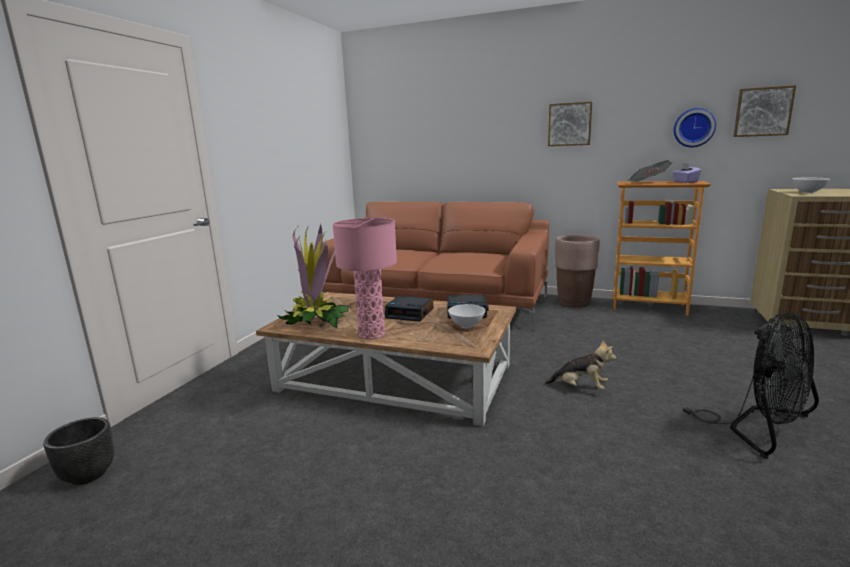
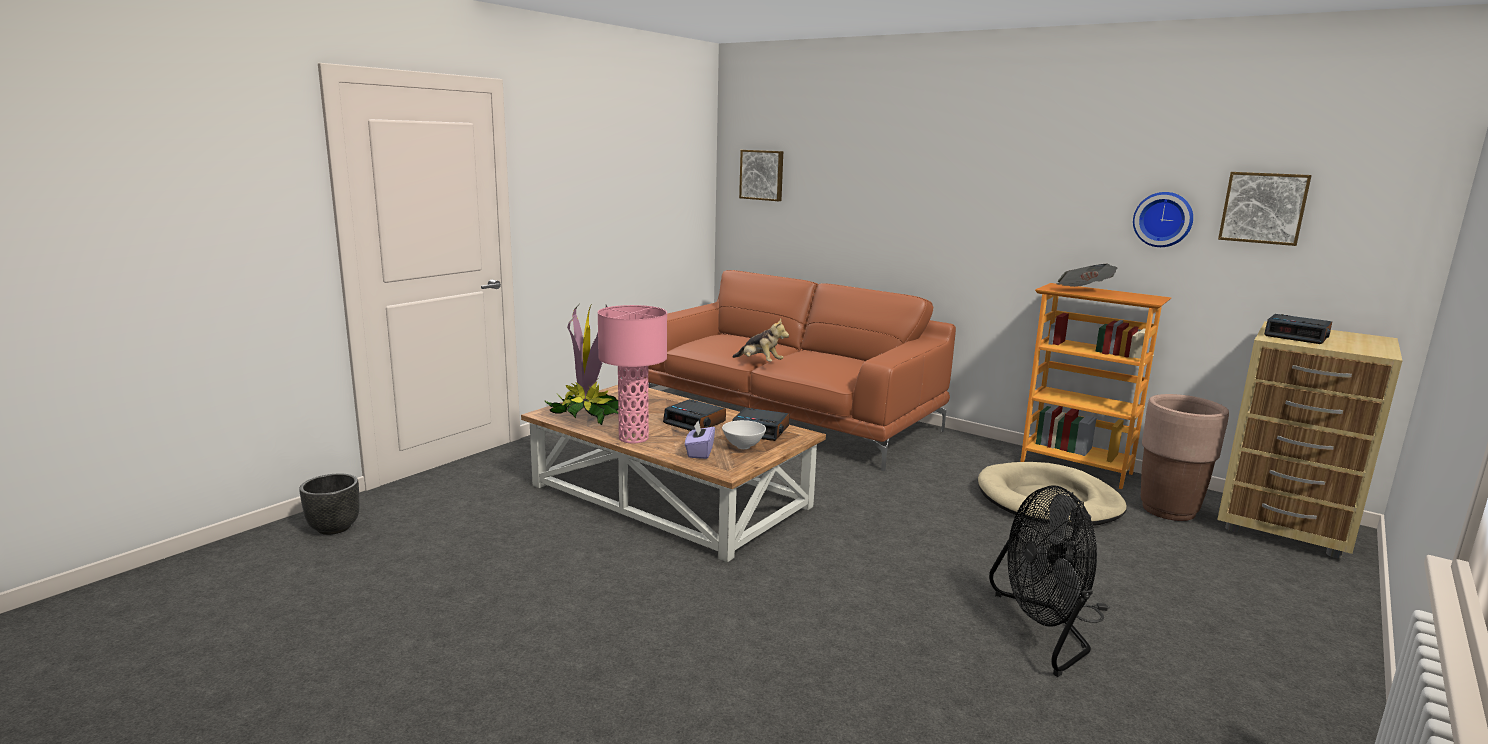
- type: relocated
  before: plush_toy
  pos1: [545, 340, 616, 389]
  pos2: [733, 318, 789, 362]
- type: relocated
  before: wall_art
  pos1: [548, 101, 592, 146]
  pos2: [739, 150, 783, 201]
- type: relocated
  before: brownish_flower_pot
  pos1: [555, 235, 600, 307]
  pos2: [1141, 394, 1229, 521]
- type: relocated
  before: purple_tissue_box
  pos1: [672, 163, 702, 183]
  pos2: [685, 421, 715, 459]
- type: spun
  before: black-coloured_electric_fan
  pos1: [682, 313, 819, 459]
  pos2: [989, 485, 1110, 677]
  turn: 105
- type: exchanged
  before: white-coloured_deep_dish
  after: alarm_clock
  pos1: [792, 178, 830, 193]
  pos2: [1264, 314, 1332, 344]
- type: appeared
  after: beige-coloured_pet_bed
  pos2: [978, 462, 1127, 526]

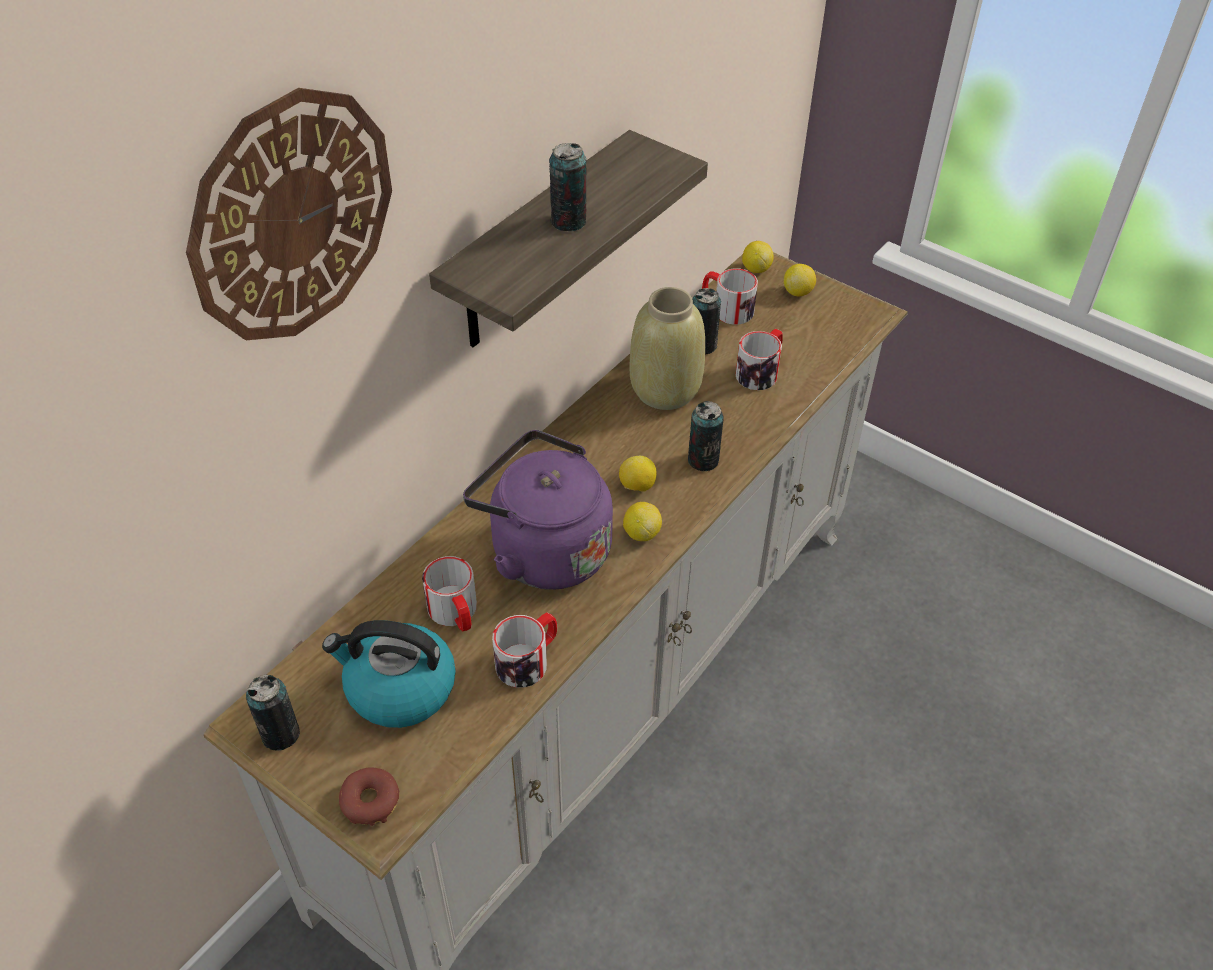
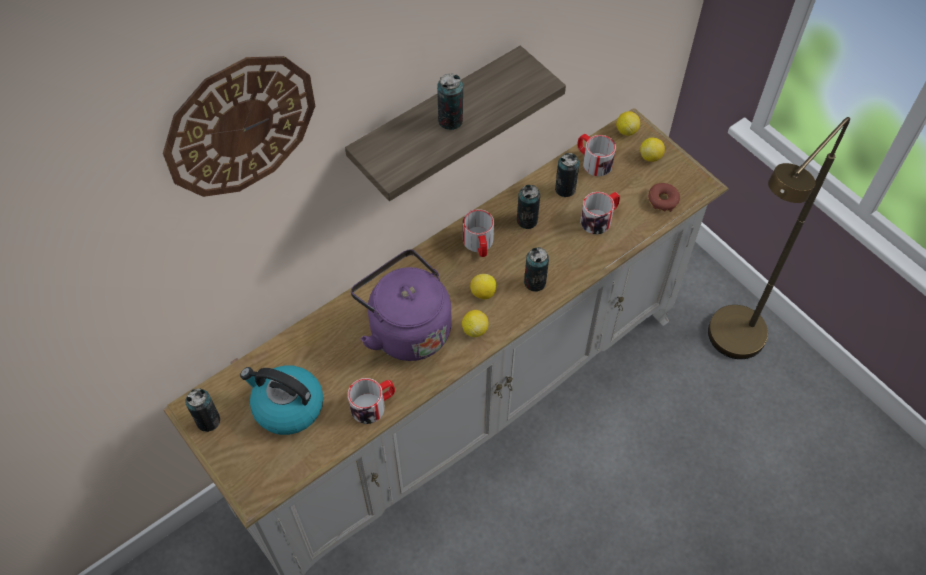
- type: relocated
  before: doughnut
  pos1: [339, 767, 399, 826]
  pos2: [648, 183, 680, 212]
- type: relocated
  before: coffee_mug
  pos1: [422, 556, 477, 631]
  pos2: [463, 209, 494, 257]
- type: exchanged
  before: beige-coloured_flower_vase
  after: sealed_can
  pos1: [630, 287, 705, 410]
  pos2: [517, 185, 540, 229]
- type: appeared
  after: brownish_standing_lamp
  pos2: [708, 117, 850, 359]

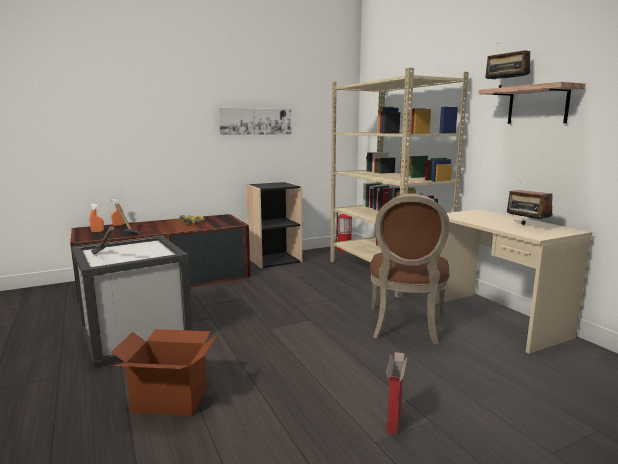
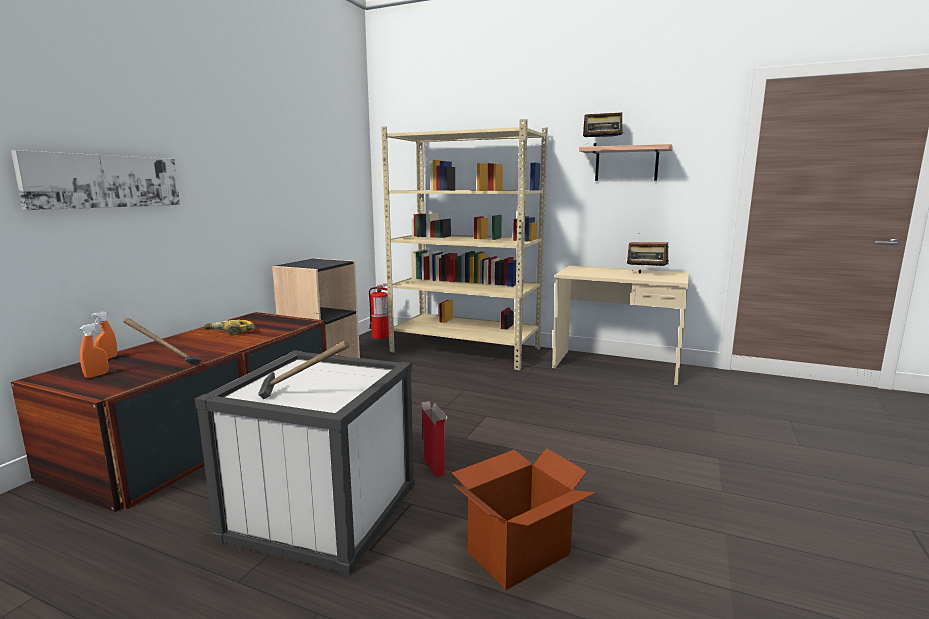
- type: relocated
  before: wall_art
  pos1: [219, 108, 292, 135]
  pos2: [11, 150, 180, 210]
- type: missing
  before: brownish_chair
  pos1: [370, 193, 450, 345]
- type: relocated
  before: cardboard_box
  pos1: [386, 352, 407, 435]
  pos2: [420, 401, 447, 477]

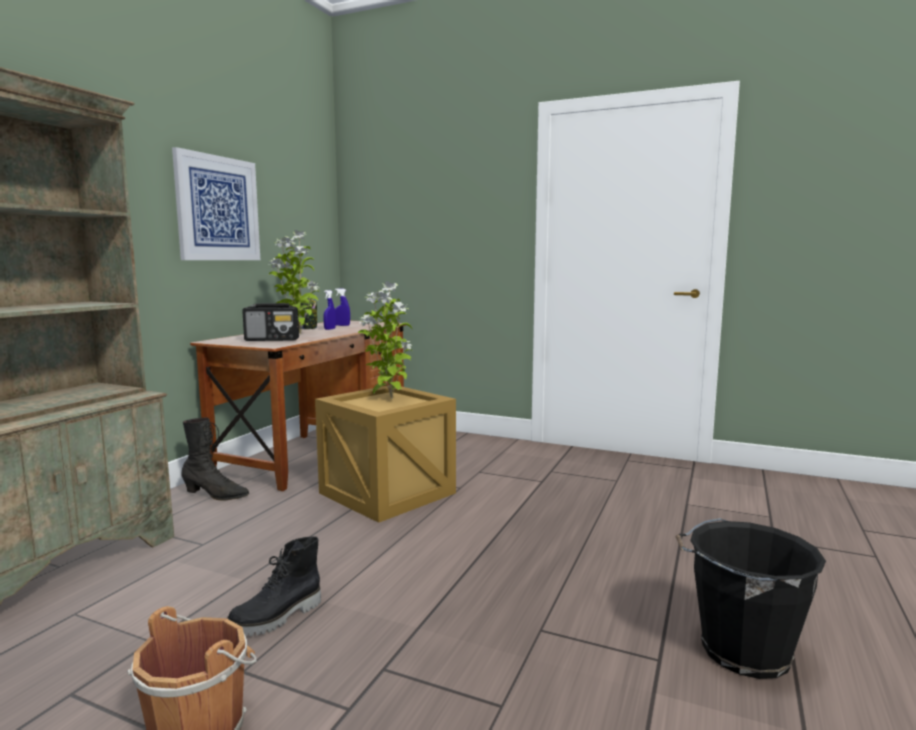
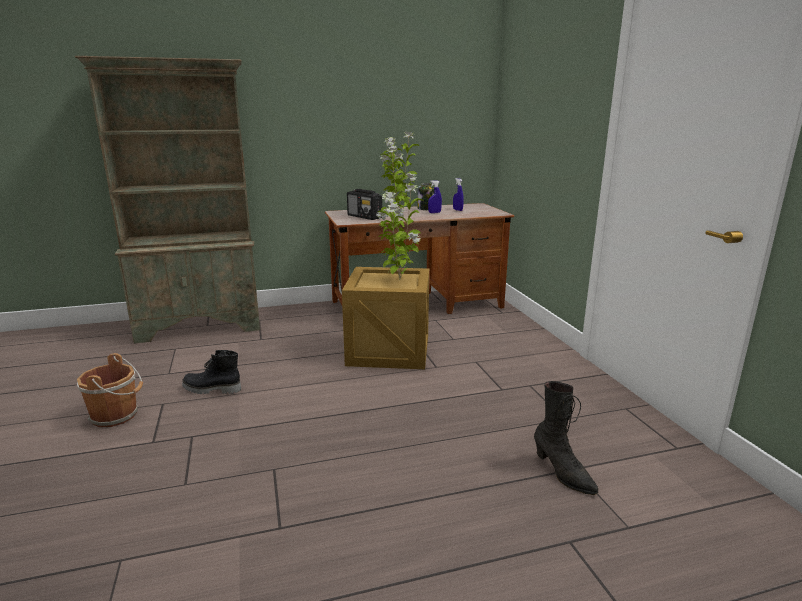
- type: missing
  before: wall_art
  pos1: [172, 147, 260, 260]
- type: relocated
  before: black-coloured_tall_boot
  pos1: [181, 417, 249, 500]
  pos2: [534, 381, 598, 495]
- type: missing
  before: black-coloured_water_bucket
  pos1: [676, 518, 826, 679]

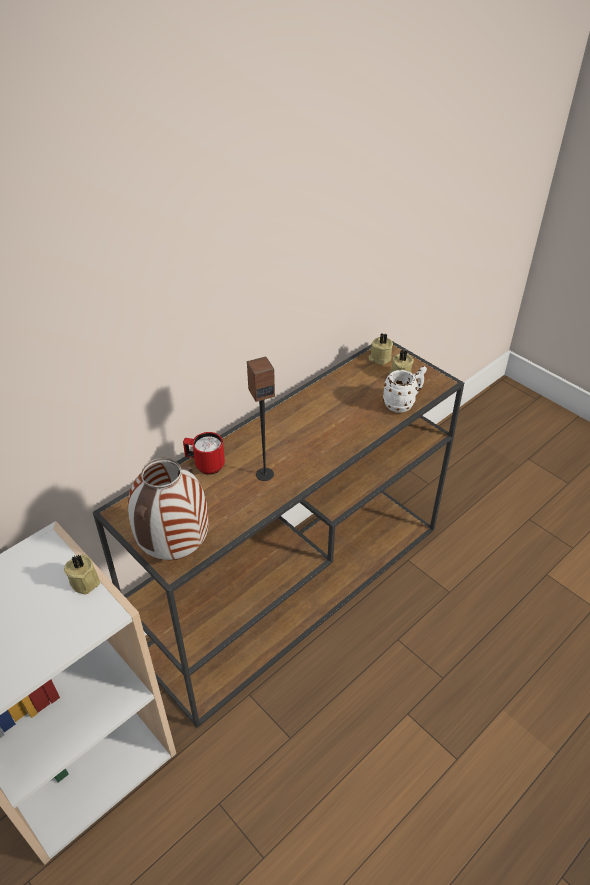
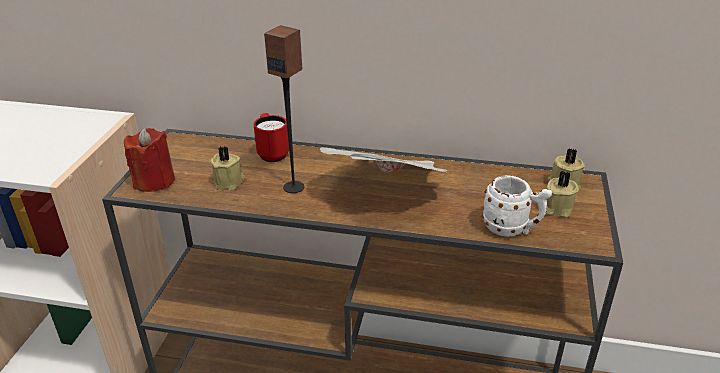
- type: relocated
  before: beige-coloured_wax_candle
  pos1: [64, 554, 100, 595]
  pos2: [210, 146, 245, 190]
- type: exchanged
  before: flower_vase
  after: red-coloured_wax_candle
  pos1: [128, 458, 209, 560]
  pos2: [124, 128, 175, 192]
- type: appeared
  after: newspaper
  pos2: [319, 147, 448, 173]

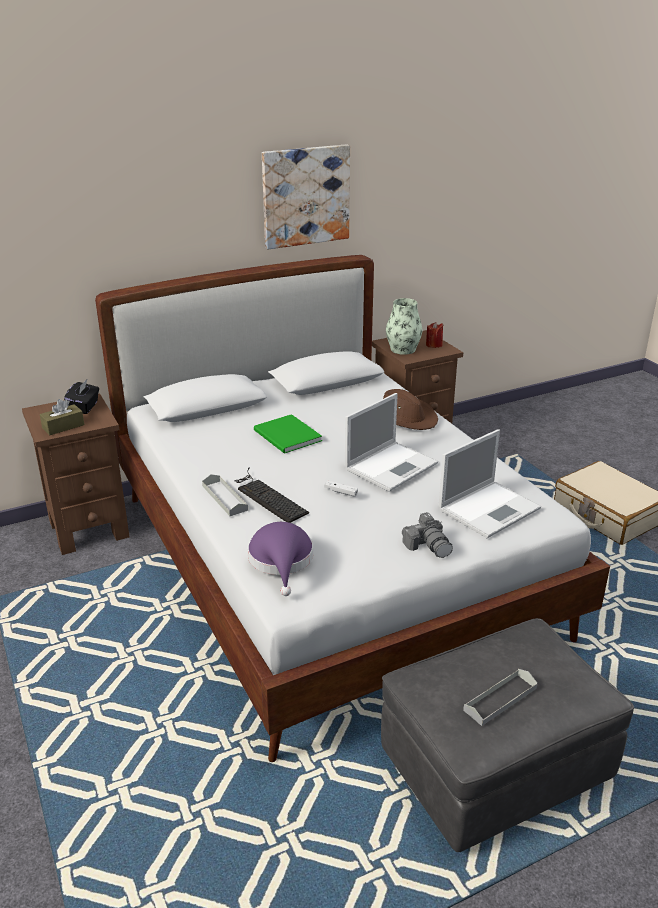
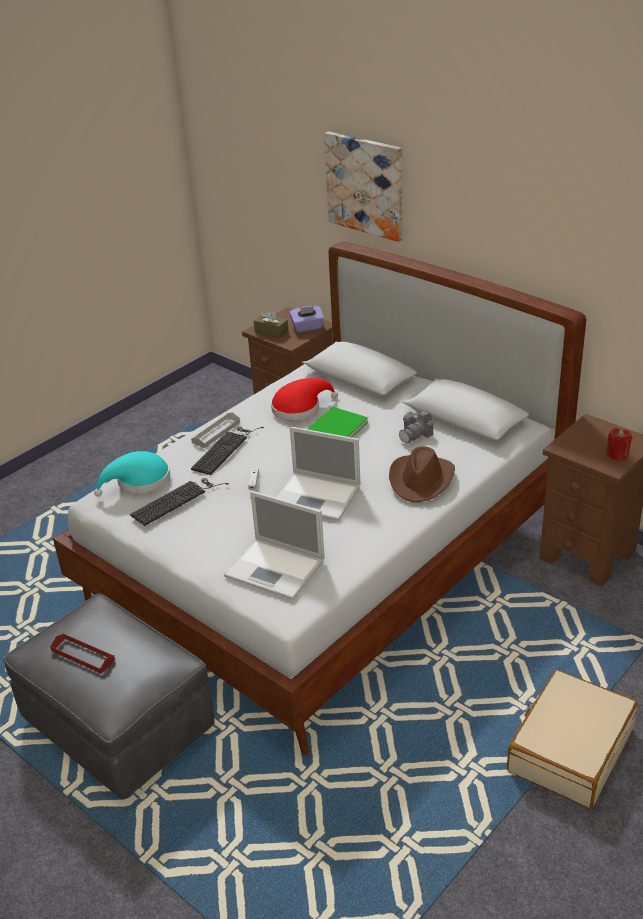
- type: colour
  before: black-coloured_tissue_box
  after: purple_tissue_box
  pos1: [64, 380, 99, 414]
  pos2: [289, 306, 324, 332]
- type: colour
  before: purple_wearable_hat
  after: turquoise-coloured_wearable_hat
  pos1: [247, 522, 313, 596]
  pos2: [94, 451, 170, 497]
- type: relocated
  before: wall_art
  pos1: [262, 144, 350, 249]
  pos2: [324, 132, 402, 242]
- type: missing
  before: flower_vase
  pos1: [386, 298, 423, 355]
- type: relocated
  before: still_camera
  pos1: [402, 512, 453, 558]
  pos2: [399, 411, 433, 443]
- type: colour
  before: gray_carrying_tray
  after: red-coloured_carrying_tray
  pos1: [463, 669, 537, 726]
  pos2: [50, 634, 115, 674]
- type: appeared
  after: keyboard
  pos2: [130, 478, 229, 526]
- type: appeared
  after: red-coloured_wearable_hat
  pos2: [271, 378, 338, 420]

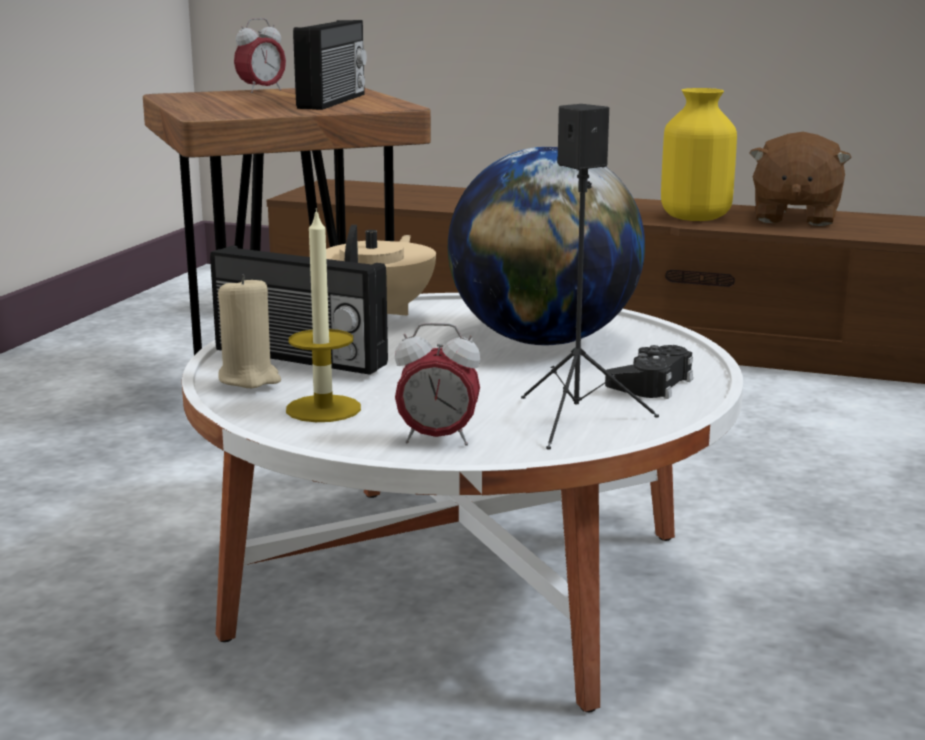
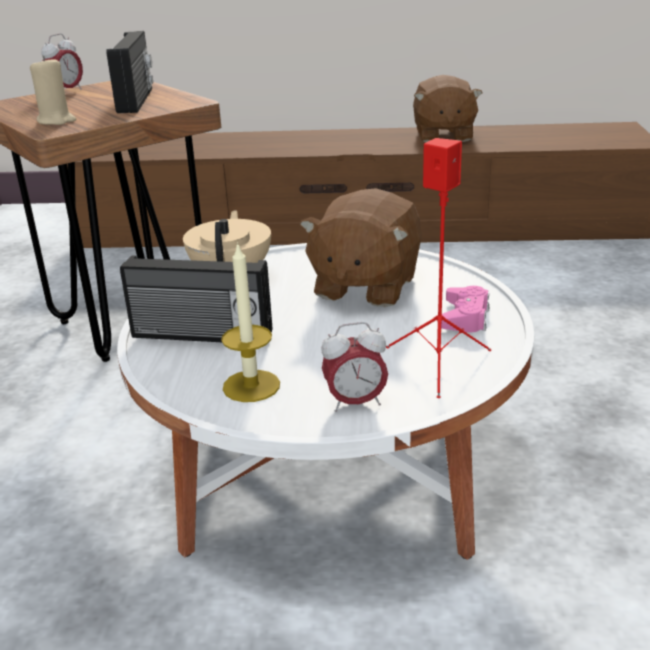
- type: relocated
  before: beige-coloured_wax_candle
  pos1: [218, 274, 281, 388]
  pos2: [30, 56, 77, 125]
- type: exchanged
  before: globe
  after: brownish_plush_toy
  pos1: [448, 147, 645, 345]
  pos2: [299, 188, 422, 307]
- type: colour
  before: black-coloured_loudspeaker
  after: red-coloured_loudspeaker
  pos1: [521, 104, 659, 449]
  pos2: [386, 138, 491, 398]
- type: colour
  before: black-coloured_joypad
  after: pinkish_joypad
  pos1: [605, 345, 693, 399]
  pos2: [441, 286, 489, 332]
- type: missing
  before: yellow_flower_vase
  pos1: [661, 88, 737, 221]

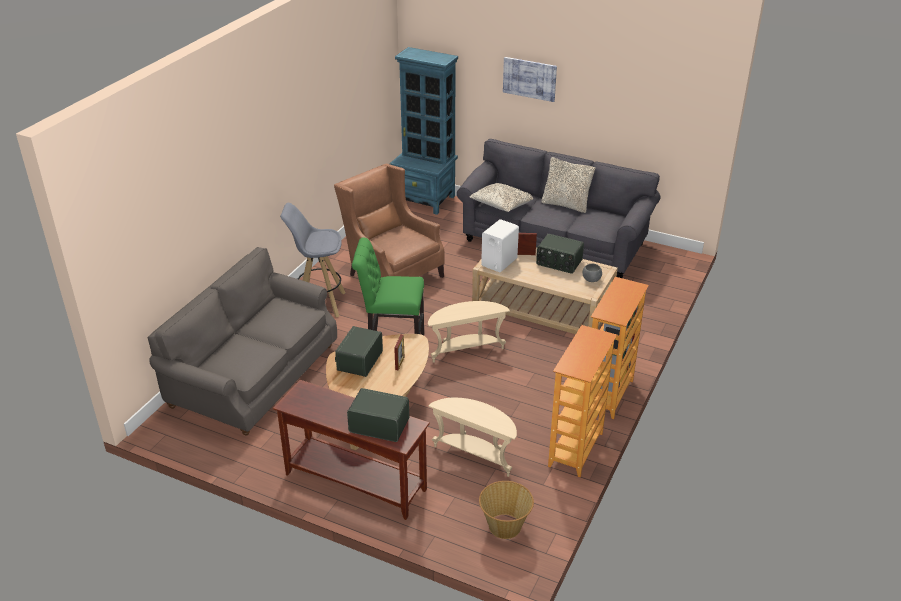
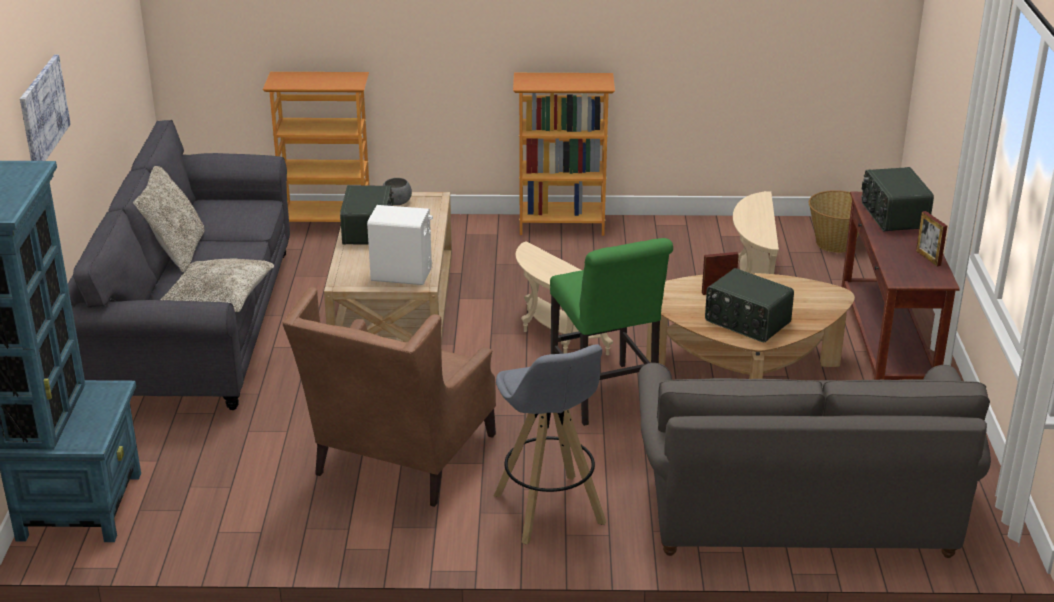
- type: spun
  before: radio_receiver
  pos1: [335, 326, 383, 377]
  pos2: [705, 268, 794, 343]
  turn: 45
- type: relocated
  before: photo_frame
  pos1: [518, 233, 537, 255]
  pos2: [916, 211, 947, 267]
- type: relocated
  before: bookshelf
  pos1: [548, 325, 617, 477]
  pos2: [263, 72, 370, 222]

